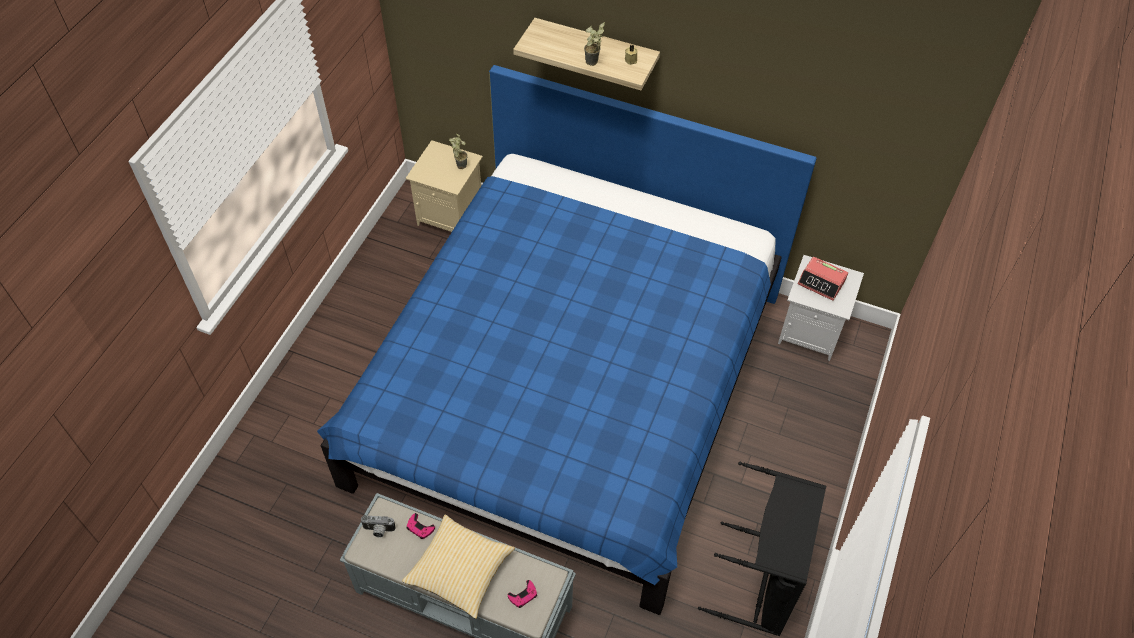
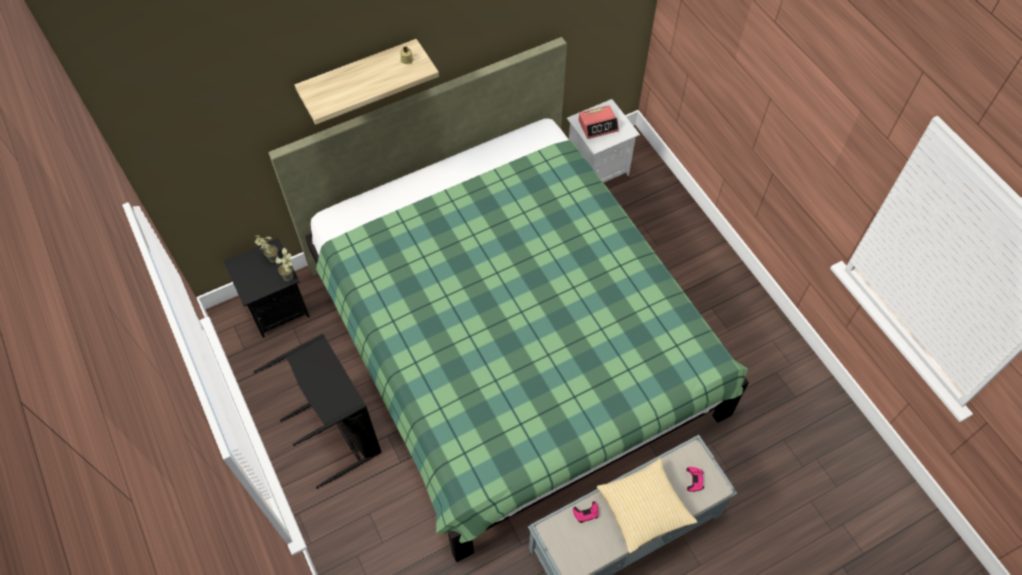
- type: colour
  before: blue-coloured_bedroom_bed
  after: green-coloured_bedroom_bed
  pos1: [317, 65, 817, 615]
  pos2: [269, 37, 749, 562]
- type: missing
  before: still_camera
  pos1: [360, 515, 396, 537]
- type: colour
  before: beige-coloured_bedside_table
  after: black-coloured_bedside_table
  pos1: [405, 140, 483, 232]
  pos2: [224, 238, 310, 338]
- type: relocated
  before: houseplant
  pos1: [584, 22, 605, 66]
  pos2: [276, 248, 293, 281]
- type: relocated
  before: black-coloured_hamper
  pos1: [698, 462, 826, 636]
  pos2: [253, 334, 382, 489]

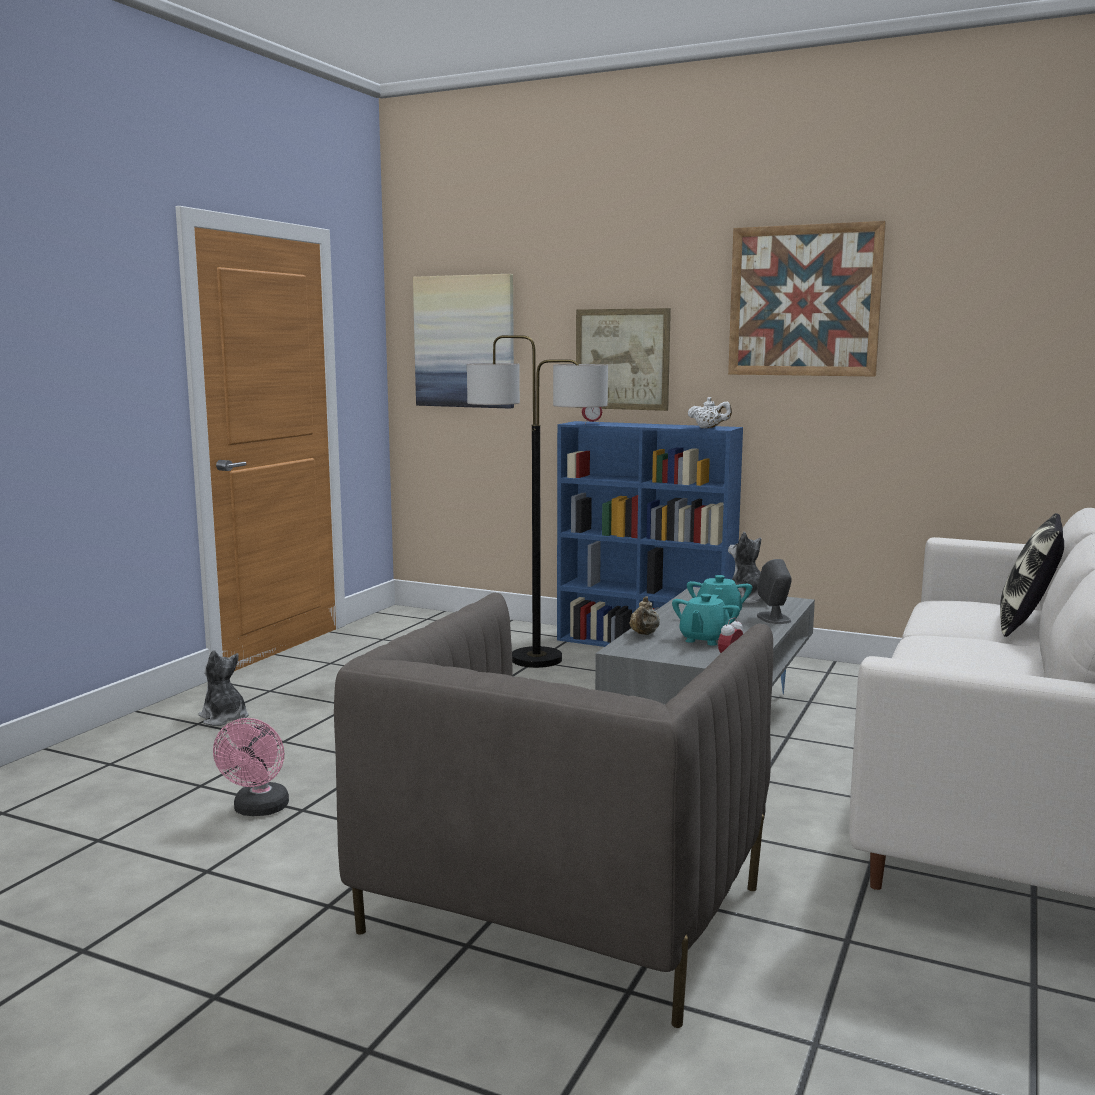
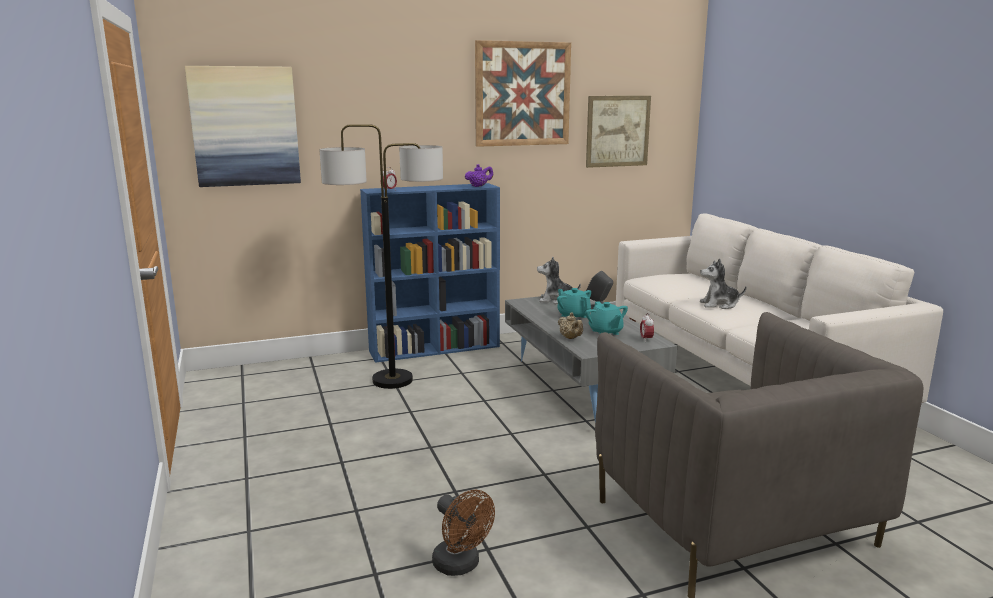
- type: relocated
  before: plush_toy
  pos1: [199, 650, 248, 726]
  pos2: [700, 259, 746, 309]
- type: colour
  before: pinkish_electric_fan
  after: brownish_electric_fan
  pos1: [213, 718, 289, 816]
  pos2: [432, 490, 495, 576]
- type: relocated
  before: wall_art
  pos1: [576, 308, 671, 411]
  pos2: [586, 96, 651, 168]
- type: colour
  before: white-coloured_tea_pot
  after: purple_tea_pot
  pos1: [688, 397, 732, 428]
  pos2: [465, 164, 493, 187]
- type: missing
  before: cushion
  pos1: [1000, 513, 1064, 637]

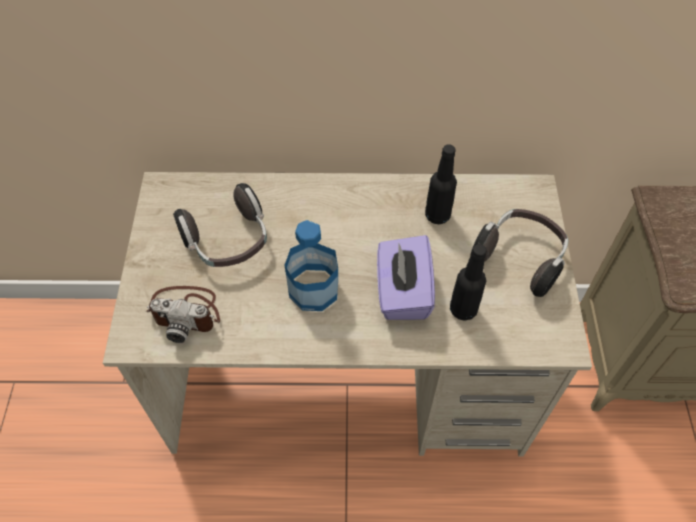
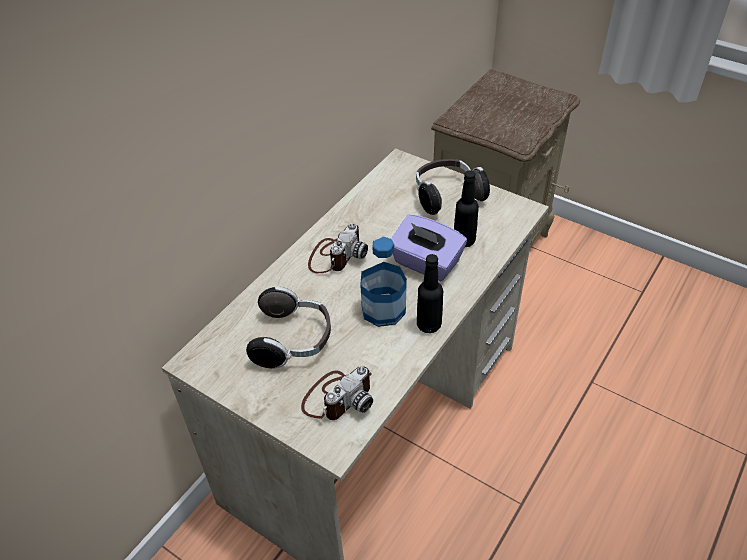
- type: relocated
  before: black-coloured_drink_bottle
  pos1: [425, 144, 457, 224]
  pos2: [417, 254, 443, 333]
- type: appeared
  after: still_camera
  pos2: [308, 223, 368, 273]

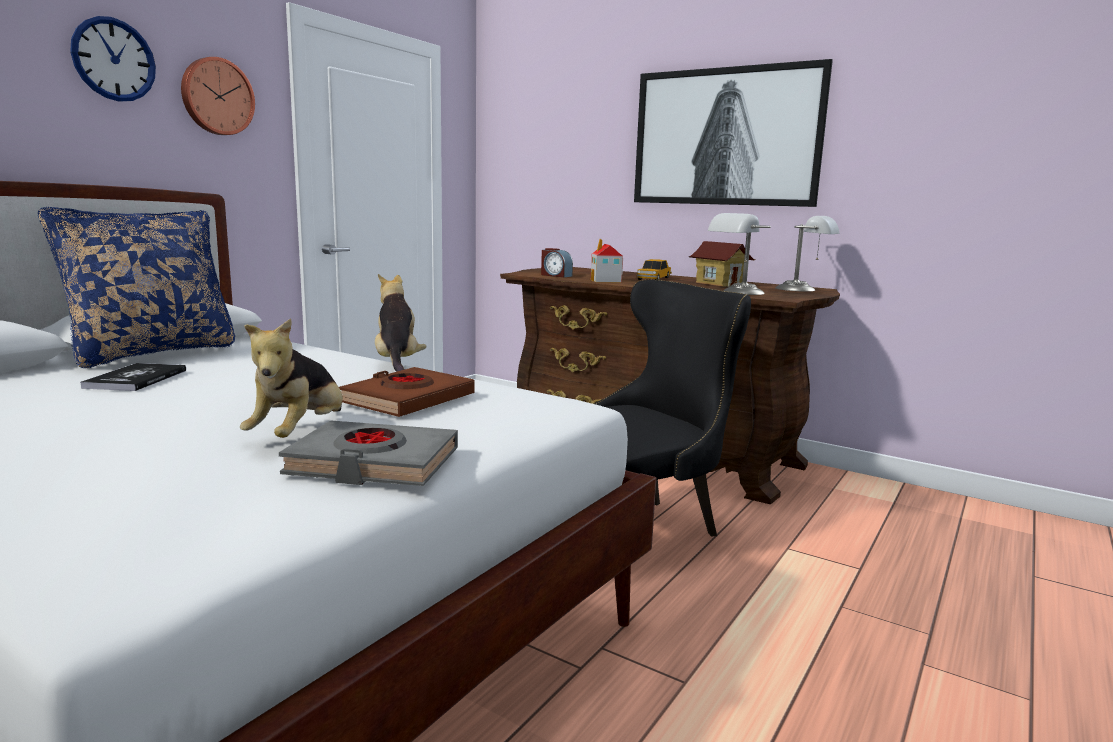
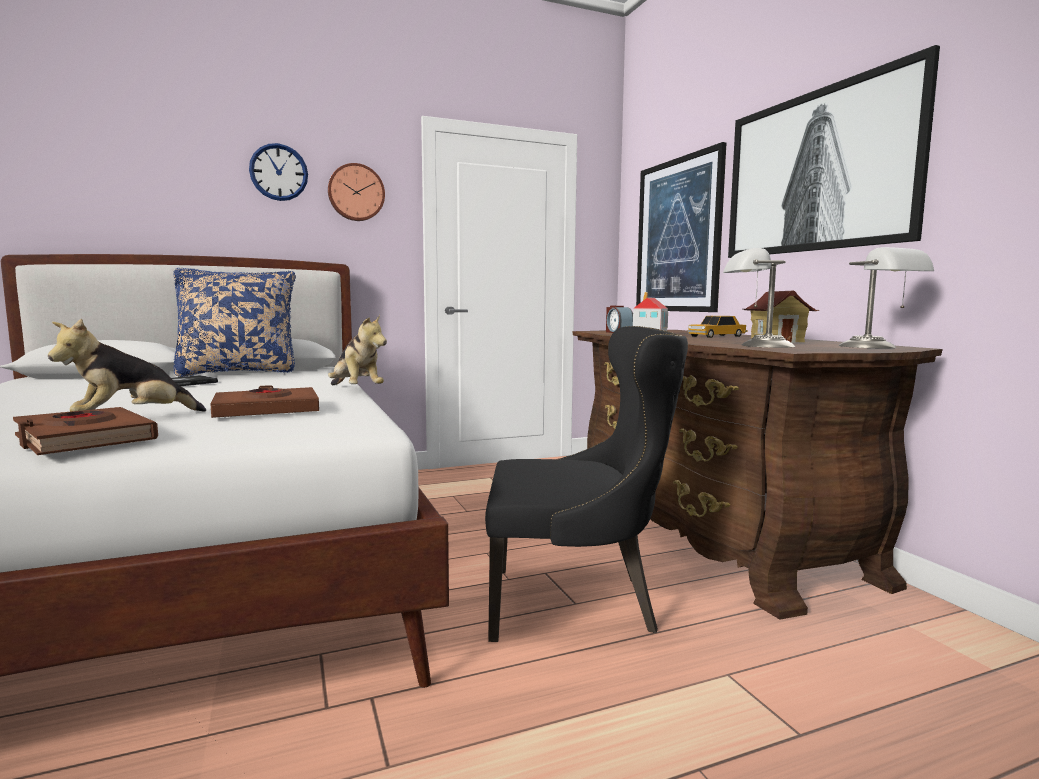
- type: colour
  before: gray_bound_book
  after: brownish_bound_book
  pos1: [279, 420, 458, 486]
  pos2: [13, 407, 158, 455]
- type: spun
  before: plush_toy
  pos1: [375, 274, 426, 372]
  pos2: [328, 315, 387, 385]
  turn: 120
- type: appeared
  after: wall_art
  pos2: [636, 142, 727, 312]

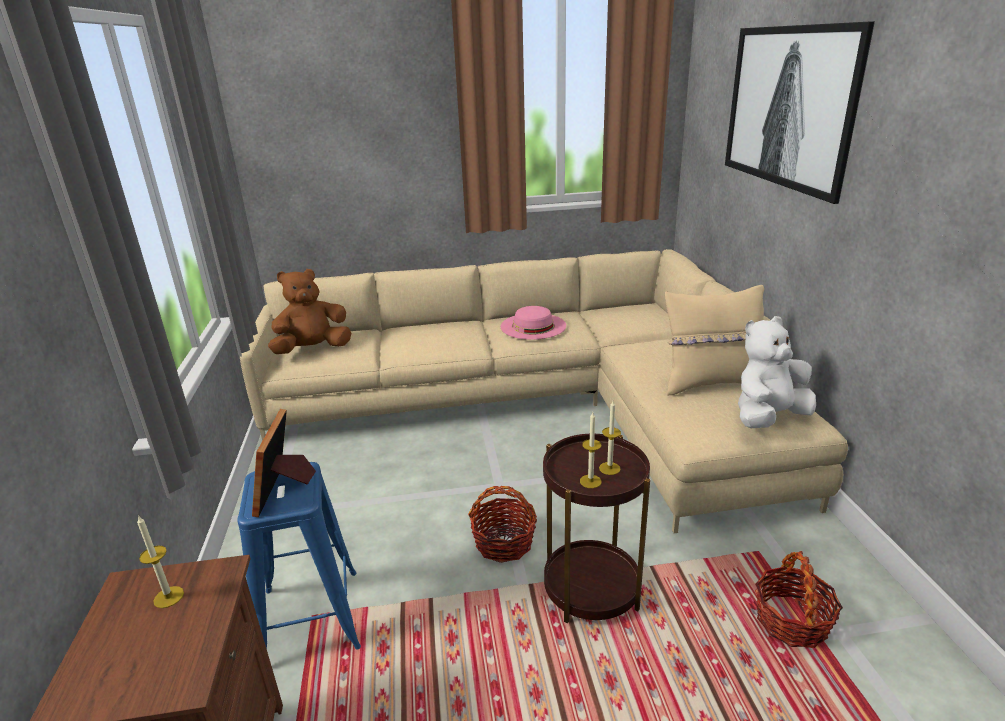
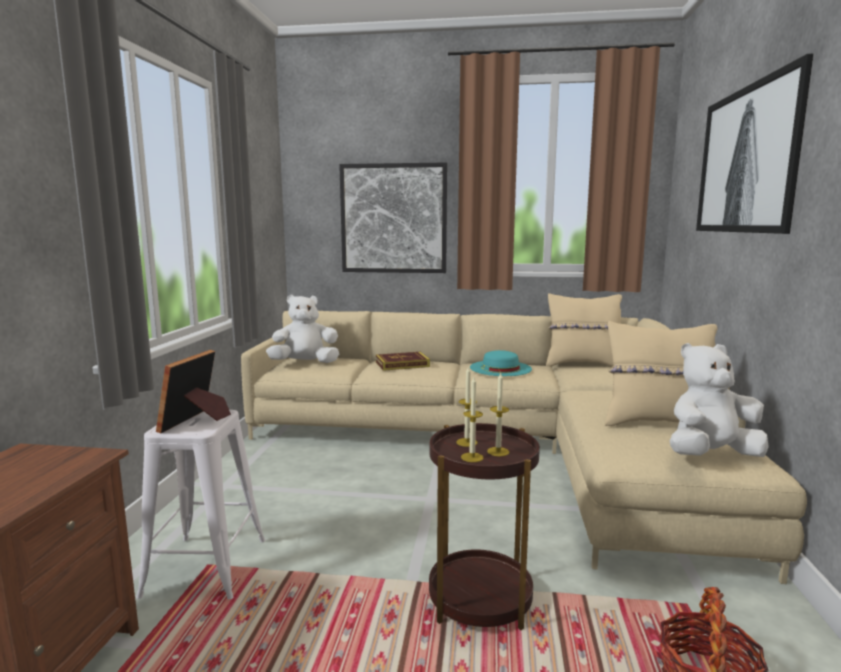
- type: relocated
  before: wax_candle
  pos1: [137, 515, 184, 608]
  pos2: [457, 367, 477, 447]
- type: colour
  before: blue-coloured_sitting_stool
  after: white-coloured_sitting_stool
  pos1: [237, 462, 361, 649]
  pos2: [136, 410, 265, 600]
- type: colour
  before: brownish_plush_toy
  after: white-coloured_plush_toy
  pos1: [268, 269, 351, 354]
  pos2: [266, 295, 339, 363]
- type: missing
  before: storage_basket
  pos1: [468, 486, 537, 563]
- type: colour
  before: pinkish_wearable_hat
  after: turquoise-coloured_wearable_hat
  pos1: [501, 306, 566, 340]
  pos2: [470, 350, 532, 376]
- type: appeared
  after: wall_art
  pos2: [339, 162, 447, 273]
- type: appeared
  after: bound_book
  pos2: [376, 352, 430, 371]
- type: appeared
  after: beige-coloured_cushion
  pos2: [546, 293, 622, 366]

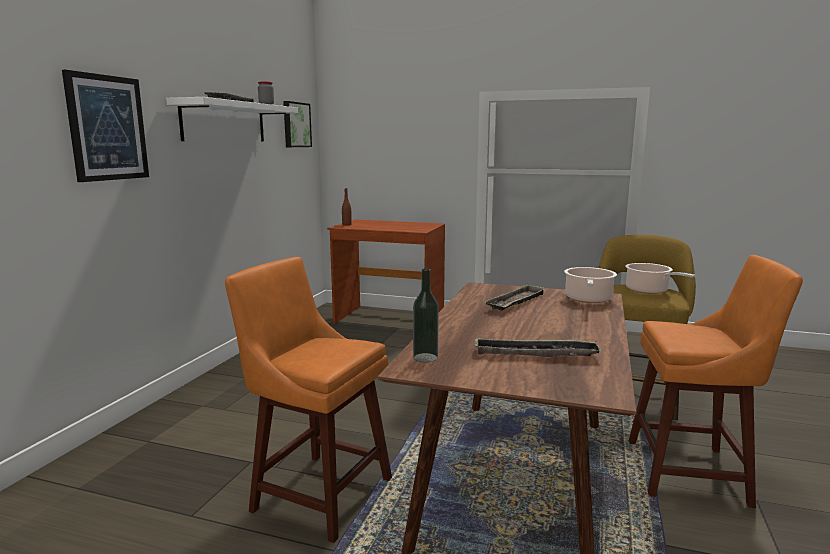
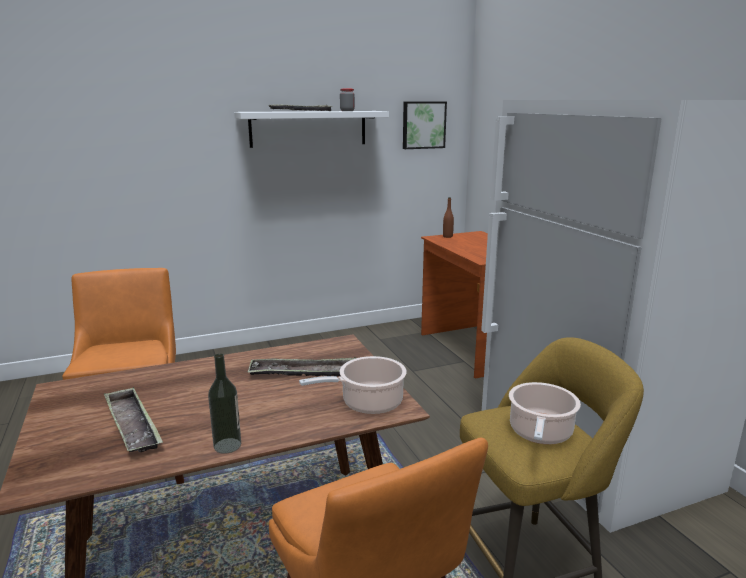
- type: missing
  before: wall_art
  pos1: [62, 70, 149, 182]
- type: relocated
  before: drink_bottle
  pos1: [413, 268, 439, 363]
  pos2: [208, 354, 241, 454]

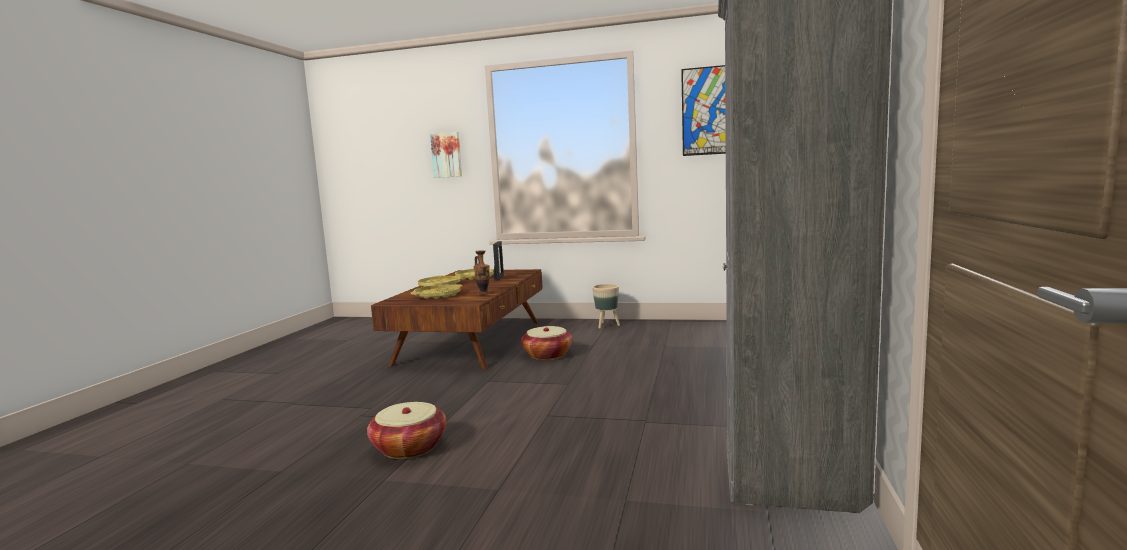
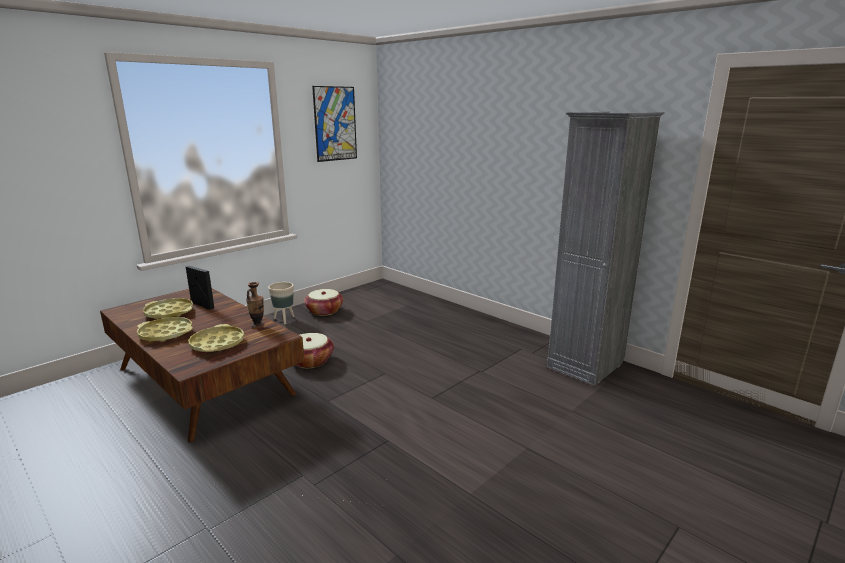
- type: relocated
  before: storage_basket
  pos1: [367, 402, 446, 459]
  pos2: [304, 289, 343, 316]
- type: missing
  before: wall_art
  pos1: [430, 132, 462, 178]

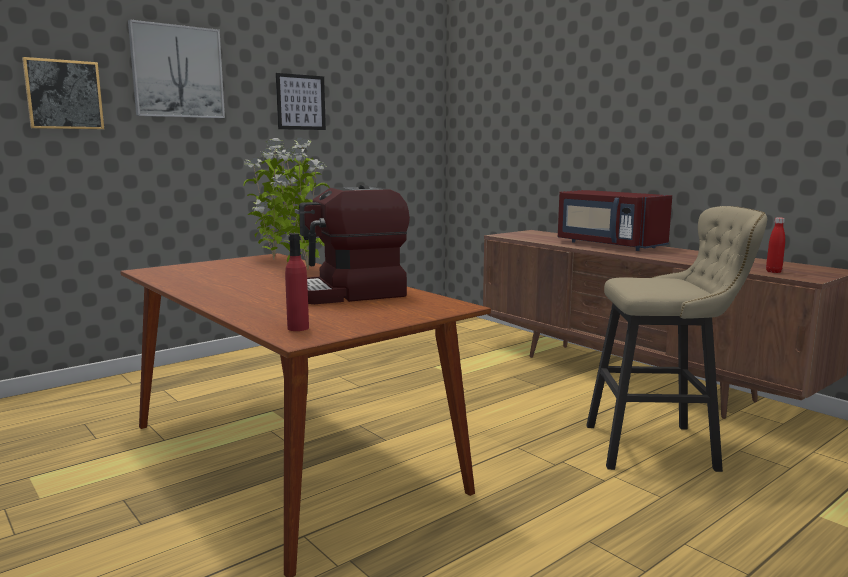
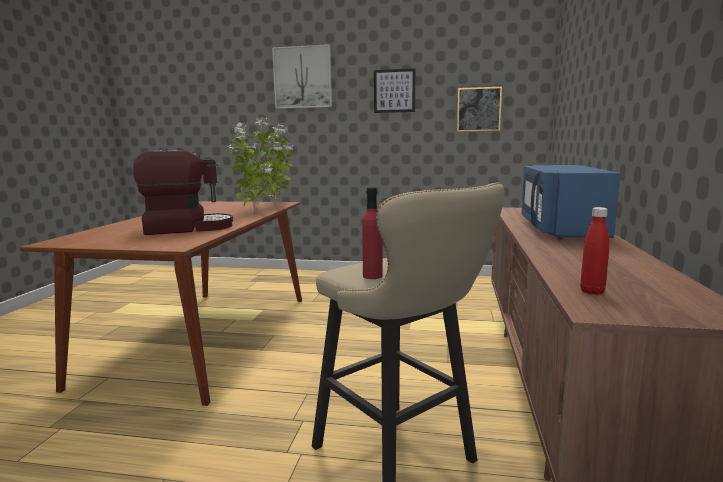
- type: relocated
  before: wall_art
  pos1: [22, 57, 104, 129]
  pos2: [457, 87, 502, 132]
- type: relocated
  before: red-coloured_drink_bottle
  pos1: [285, 233, 309, 331]
  pos2: [362, 187, 383, 279]
- type: spun
  before: coffee_machine
  pos1: [295, 185, 410, 304]
  pos2: [133, 148, 233, 235]
  turn: 135
- type: colour
  before: red-coloured_kitchen_microwave
  after: blue-coloured_kitchen_microwave
  pos1: [558, 190, 672, 251]
  pos2: [521, 165, 620, 240]

